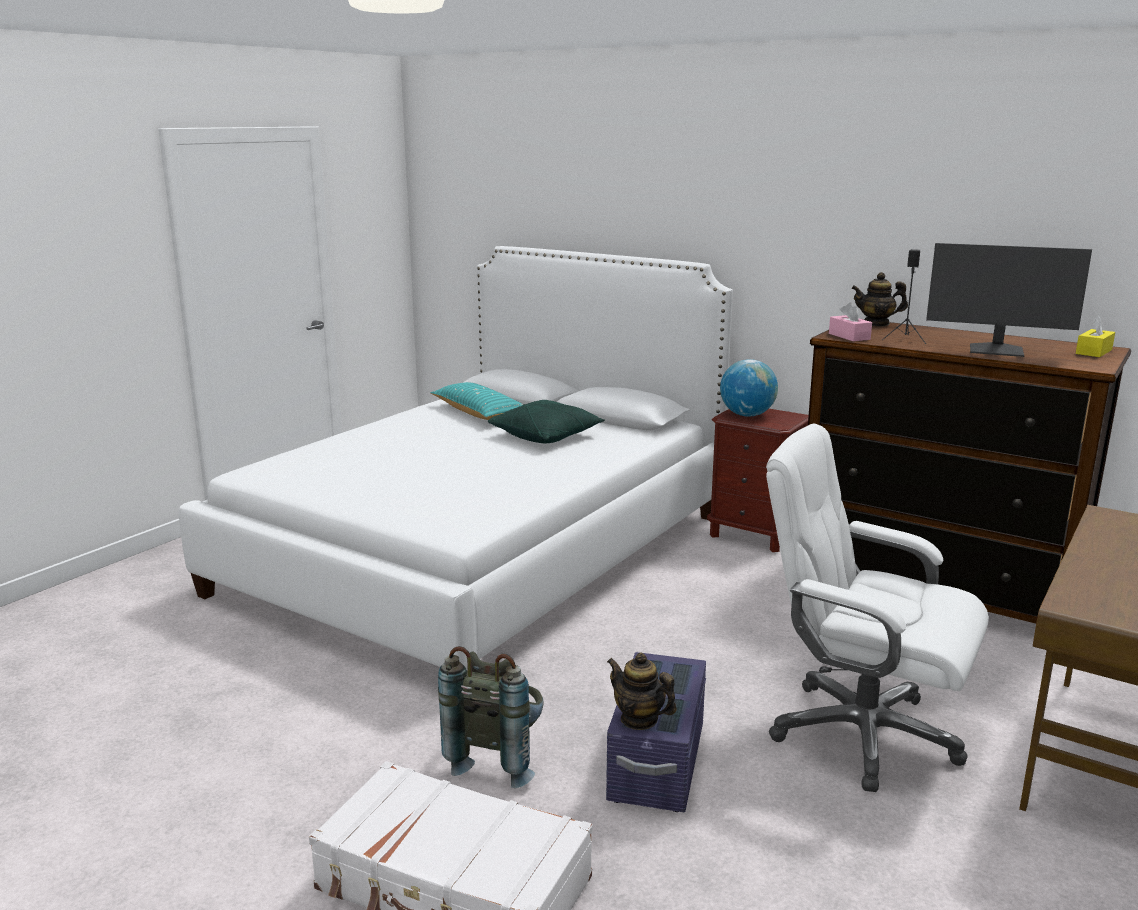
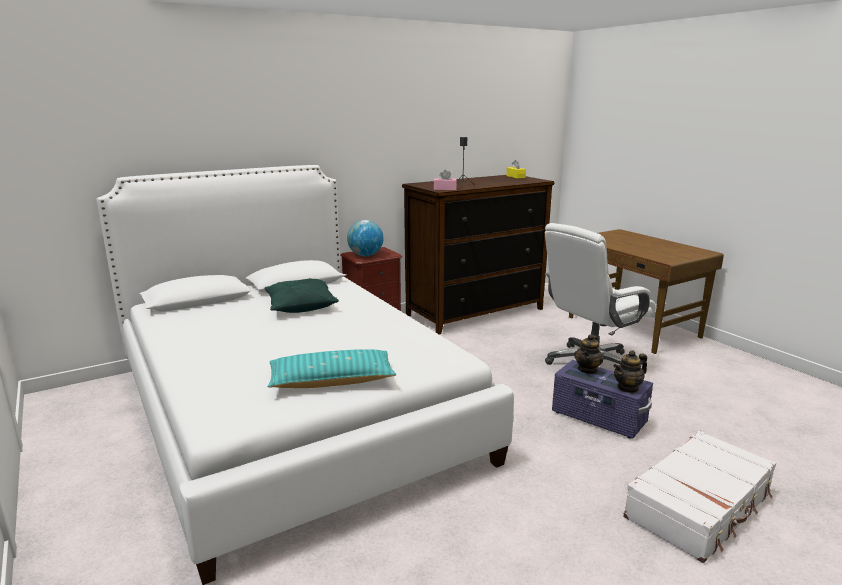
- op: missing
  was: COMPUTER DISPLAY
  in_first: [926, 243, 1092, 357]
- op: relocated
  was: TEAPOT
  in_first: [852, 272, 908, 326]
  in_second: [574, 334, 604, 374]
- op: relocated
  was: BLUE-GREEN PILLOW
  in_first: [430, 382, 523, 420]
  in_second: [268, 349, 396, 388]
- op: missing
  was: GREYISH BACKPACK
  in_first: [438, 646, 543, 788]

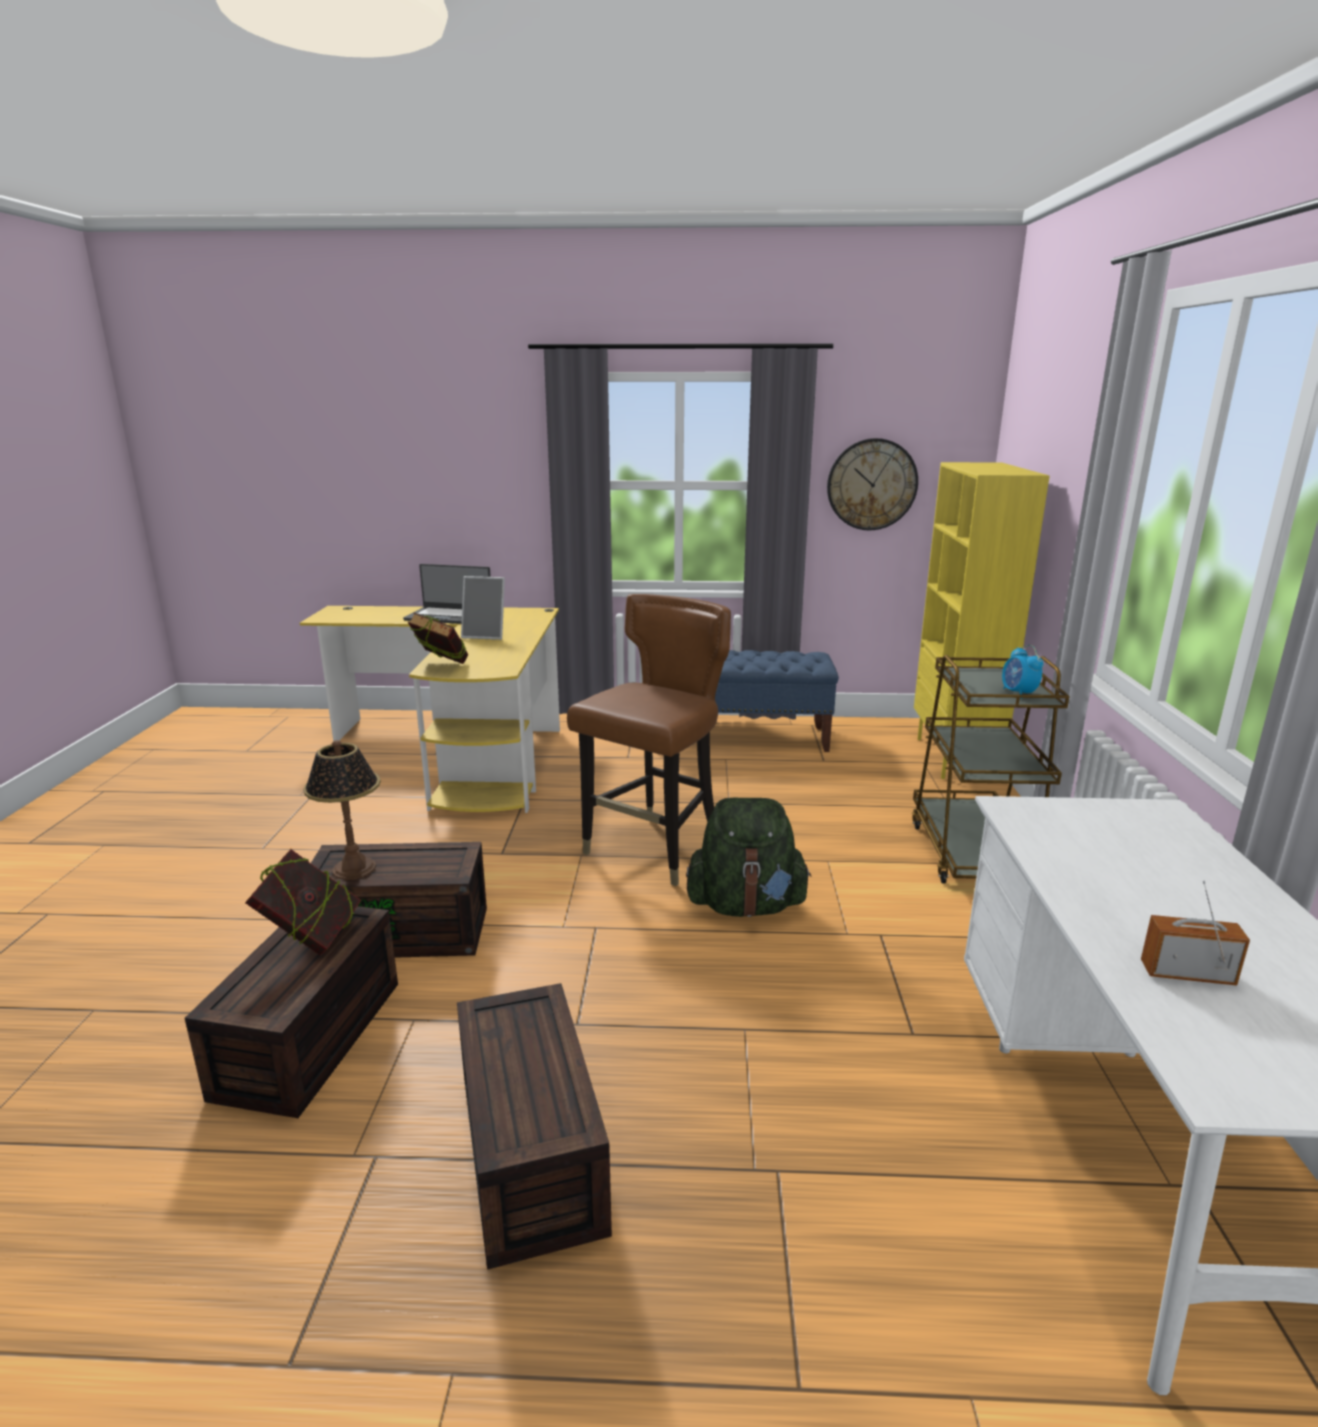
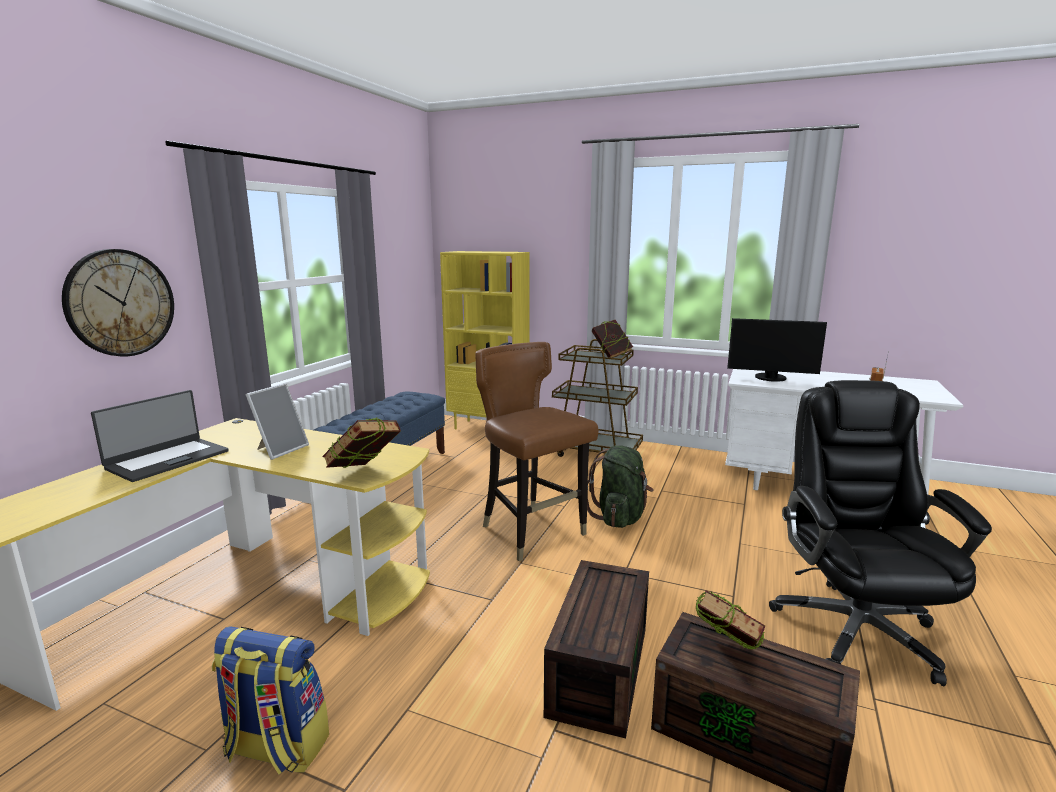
- op: relocated
  was: HANGING CLOCK
  in_first: [827, 438, 918, 530]
  in_second: [62, 249, 174, 356]
- op: exchanged
  was: BEDSIDE CLOCK
  now: BOOK
  in_first: [1002, 645, 1044, 699]
  in_second: [592, 320, 633, 358]
- op: missing
  was: LAMP FOR A TABLE
  in_first: [303, 740, 381, 880]
- op: exchanged
  was: BROWNISH STORAGE BIN
  now: BLACKISH DESK CHAIR
  in_first: [457, 983, 612, 1270]
  in_second: [769, 380, 992, 686]
- op: appeared
  now: COMPUTER DISPLAY
  in_second: [727, 318, 827, 382]
- op: appeared
  now: BACKPACK
  in_second: [212, 626, 329, 774]

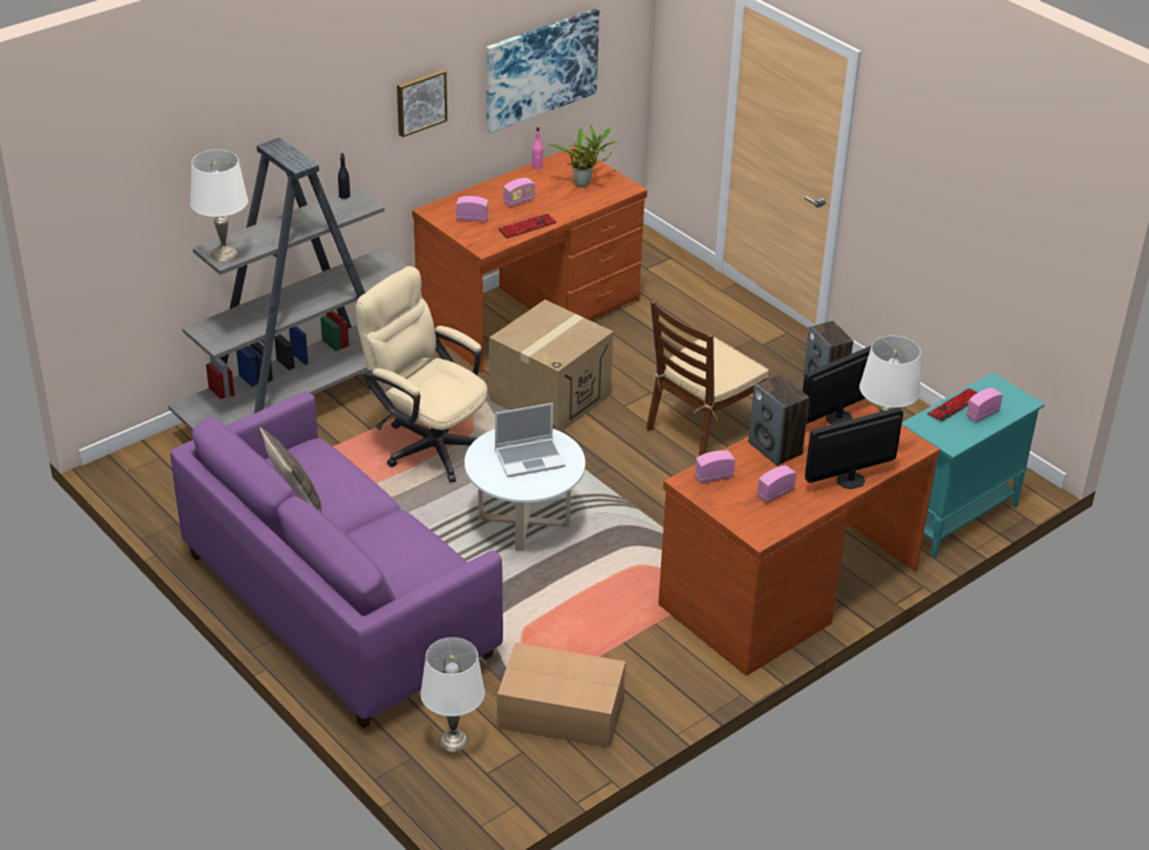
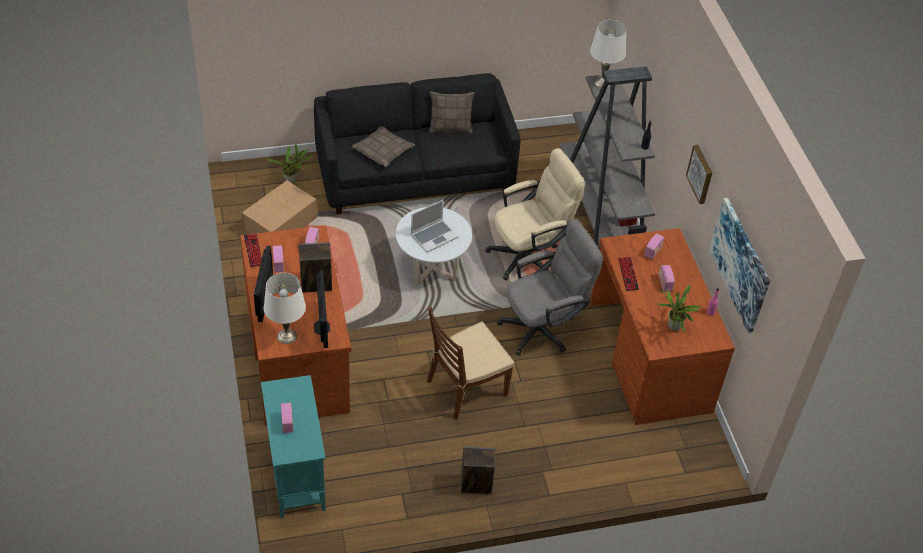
- op: exchanged
  was: CARDBOARD BOX
  now: GREYISH DESK CHAIR
  in_first: [489, 300, 613, 432]
  in_second: [497, 219, 603, 355]
- op: spun
  was: BROWNISH CHAIR
  in_first: [646, 300, 769, 456]
  in_second: [427, 307, 515, 420]
  clockwise: -105
- op: relocated
  was: PC KEYBOARD
  in_first: [927, 388, 978, 422]
  in_second: [244, 234, 262, 267]
- op: colour
  was: PURPLE-COLOURED SETTEE
  now: BLACKISH SETTEE
  in_first: [170, 392, 503, 729]
  in_second: [314, 73, 520, 215]
- op: spun
  was: NOTEBOOK COMPUTER
  in_first: [495, 403, 566, 477]
  in_second: [411, 200, 458, 252]
  clockwise: -135
- op: exchanged
  was: WHITE LAMP FOR A TABLE
  now: PLANT IN A POT
  in_first: [420, 637, 485, 752]
  in_second: [266, 144, 313, 184]
- op: appeared
  now: PILLOW
  in_second: [352, 127, 415, 167]

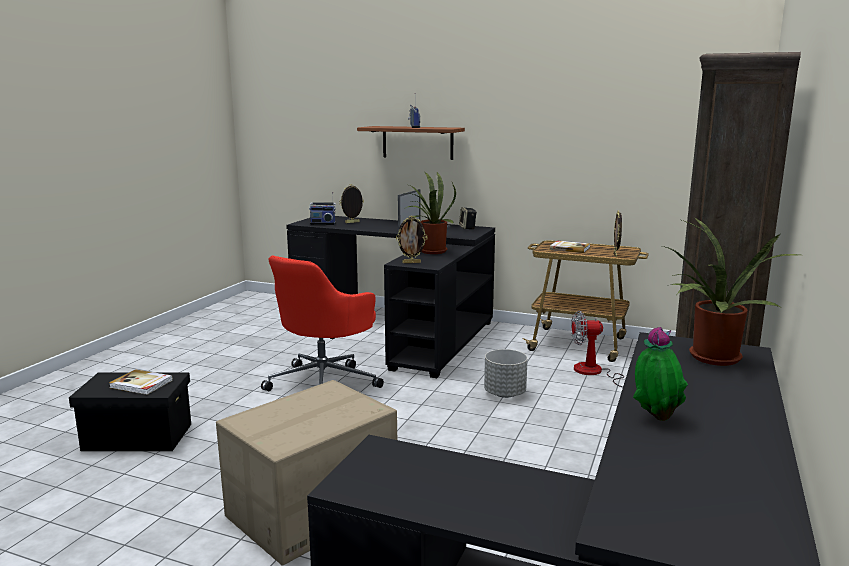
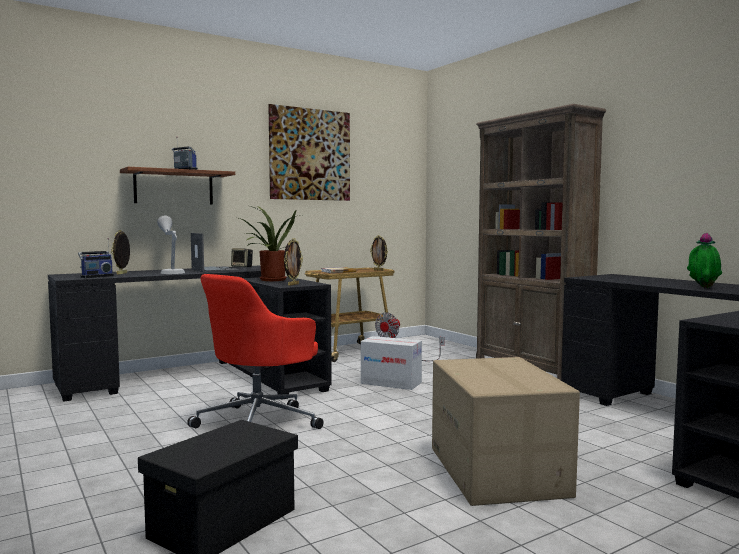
- op: missing
  was: PLANT IN A POT
  in_first: [662, 217, 799, 366]
- op: spun
  was: REDDISH DESK CHAIR
  in_first: [261, 256, 384, 391]
  in_second: [187, 274, 323, 429]
  clockwise: 60
- op: exchanged
  was: GREYISH FLOWER POT
  now: CARDBOARD BOX
  in_first: [484, 349, 528, 398]
  in_second: [361, 336, 422, 390]
- op: missing
  was: BOOK
  in_first: [109, 369, 173, 395]
- op: appeared
  now: WALL PICTURE
  in_second: [268, 104, 350, 201]
- op: appeared
  now: GREYISH LAMP FOR A TABLE
  in_second: [157, 215, 185, 274]

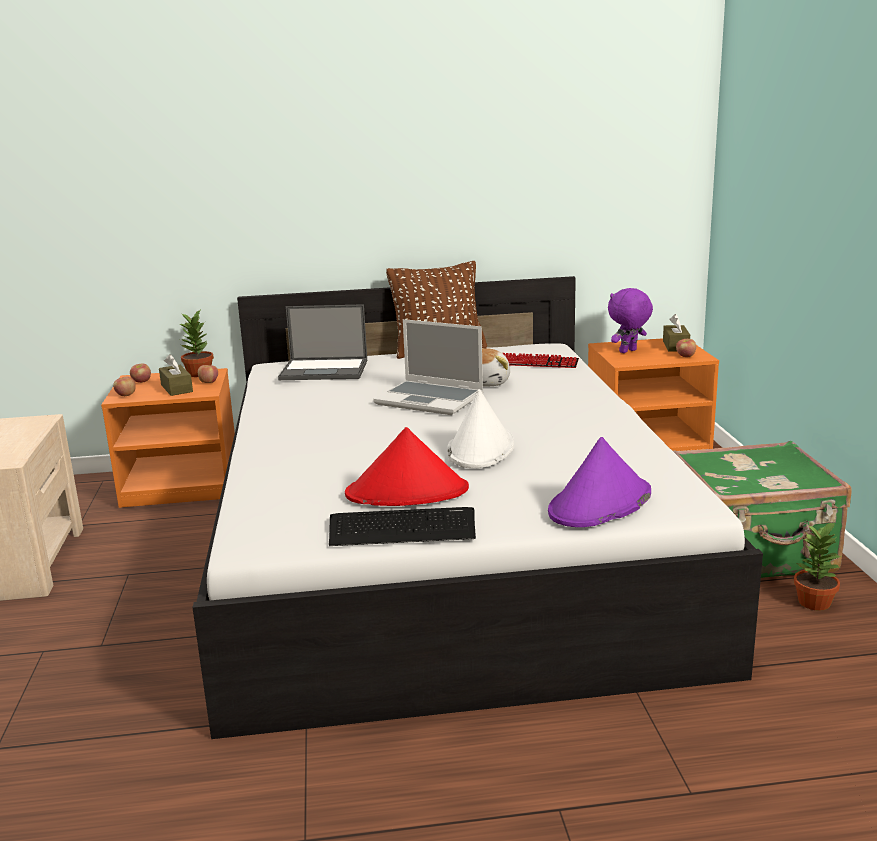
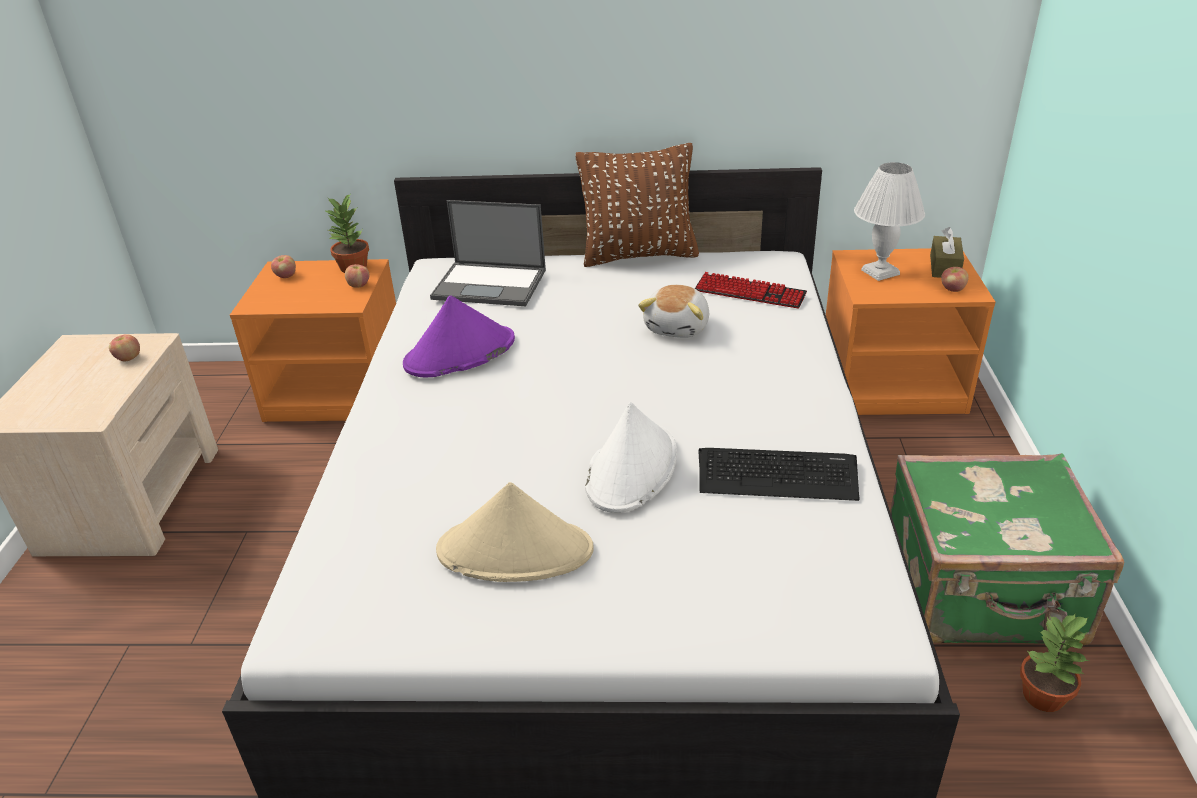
- op: exchanged
  was: PURPLE-COLOURED SOFT TOY
  now: WHITE LAMP FOR A TABLE
  in_first: [608, 288, 653, 353]
  in_second: [854, 162, 925, 281]
- op: missing
  was: NOTEBOOK COMPUTER
  in_first: [374, 319, 483, 415]
- op: missing
  was: BROWNISH TISSUE BOX
  in_first: [159, 354, 193, 396]
- op: relocated
  was: APPLE FRUIT
  in_first: [113, 377, 136, 396]
  in_second: [109, 334, 140, 362]
- op: colour
  was: REDDISH HAT
  now: BEIGE HAT
  in_first: [345, 427, 469, 506]
  in_second: [436, 482, 594, 582]
- op: relocated
  was: PURPLE-COLOURED HAT
  in_first: [548, 437, 651, 527]
  in_second: [403, 296, 515, 377]
- op: relocated
  was: PC KEYBOARD
  in_first: [329, 507, 476, 546]
  in_second: [699, 448, 859, 501]

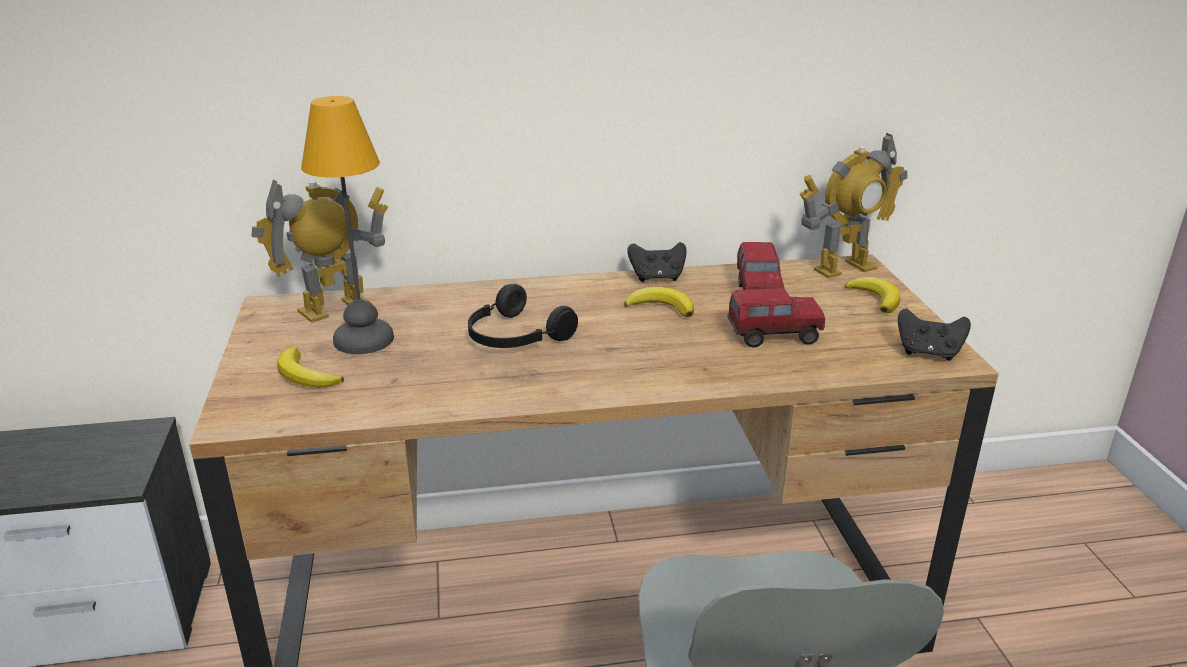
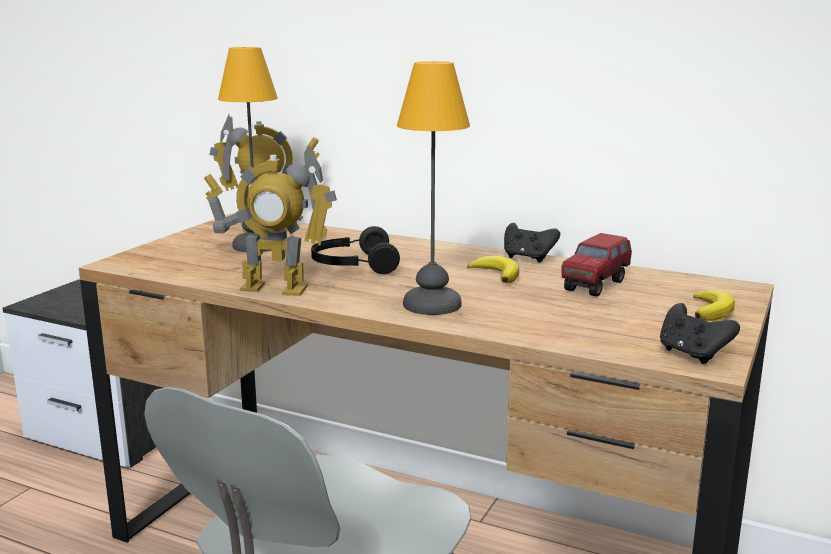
- op: relocated
  was: MODEL ROBOT
  in_first: [800, 133, 907, 278]
  in_second: [204, 146, 337, 296]
- op: missing
  was: MODEL TRUCK
  in_first: [728, 288, 825, 348]
- op: missing
  was: WHOLE BANANA
  in_first: [277, 348, 344, 388]
- op: appeared
  now: LAMP FOR A TABLE
  in_second: [397, 61, 470, 315]

